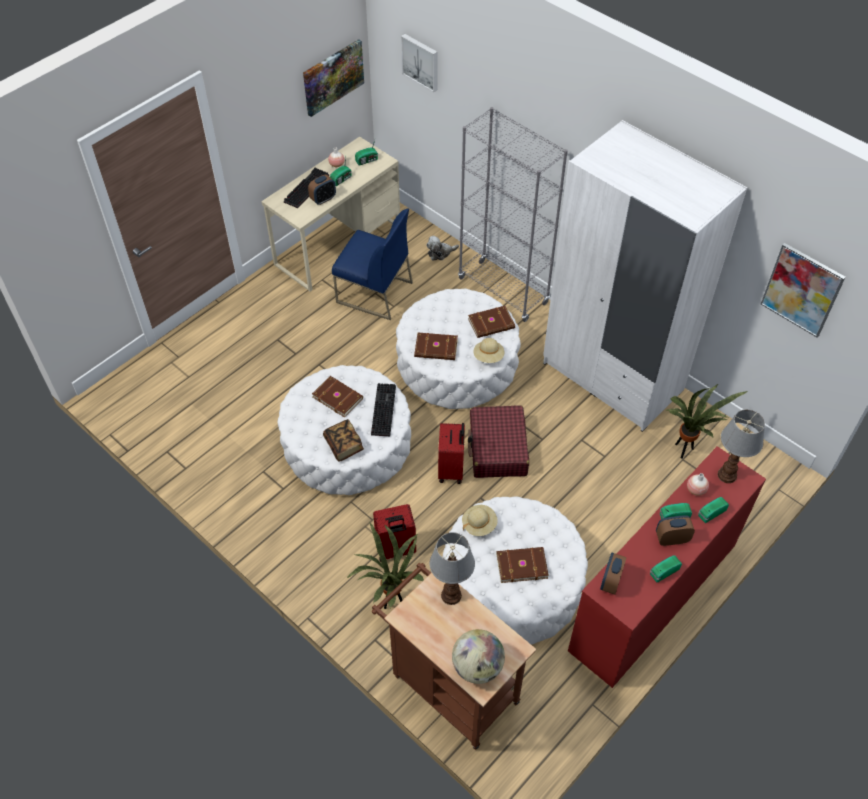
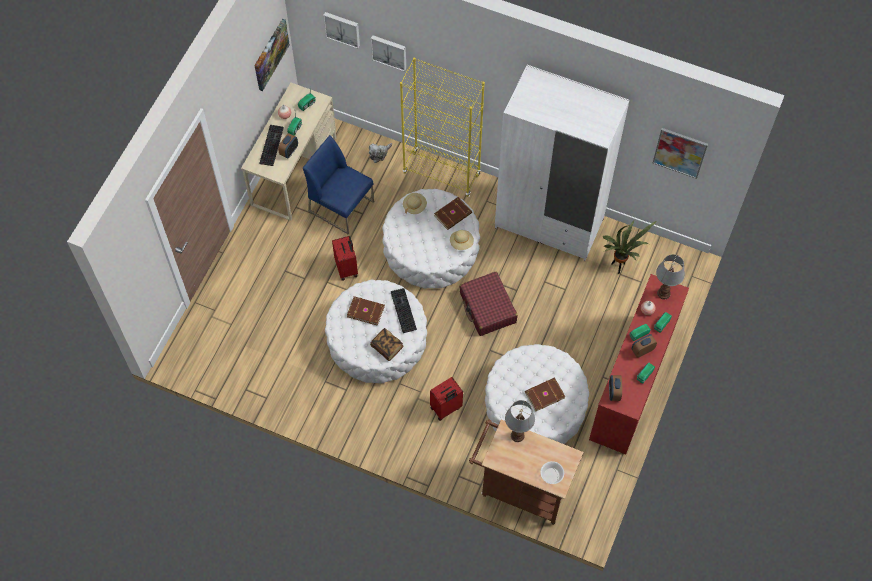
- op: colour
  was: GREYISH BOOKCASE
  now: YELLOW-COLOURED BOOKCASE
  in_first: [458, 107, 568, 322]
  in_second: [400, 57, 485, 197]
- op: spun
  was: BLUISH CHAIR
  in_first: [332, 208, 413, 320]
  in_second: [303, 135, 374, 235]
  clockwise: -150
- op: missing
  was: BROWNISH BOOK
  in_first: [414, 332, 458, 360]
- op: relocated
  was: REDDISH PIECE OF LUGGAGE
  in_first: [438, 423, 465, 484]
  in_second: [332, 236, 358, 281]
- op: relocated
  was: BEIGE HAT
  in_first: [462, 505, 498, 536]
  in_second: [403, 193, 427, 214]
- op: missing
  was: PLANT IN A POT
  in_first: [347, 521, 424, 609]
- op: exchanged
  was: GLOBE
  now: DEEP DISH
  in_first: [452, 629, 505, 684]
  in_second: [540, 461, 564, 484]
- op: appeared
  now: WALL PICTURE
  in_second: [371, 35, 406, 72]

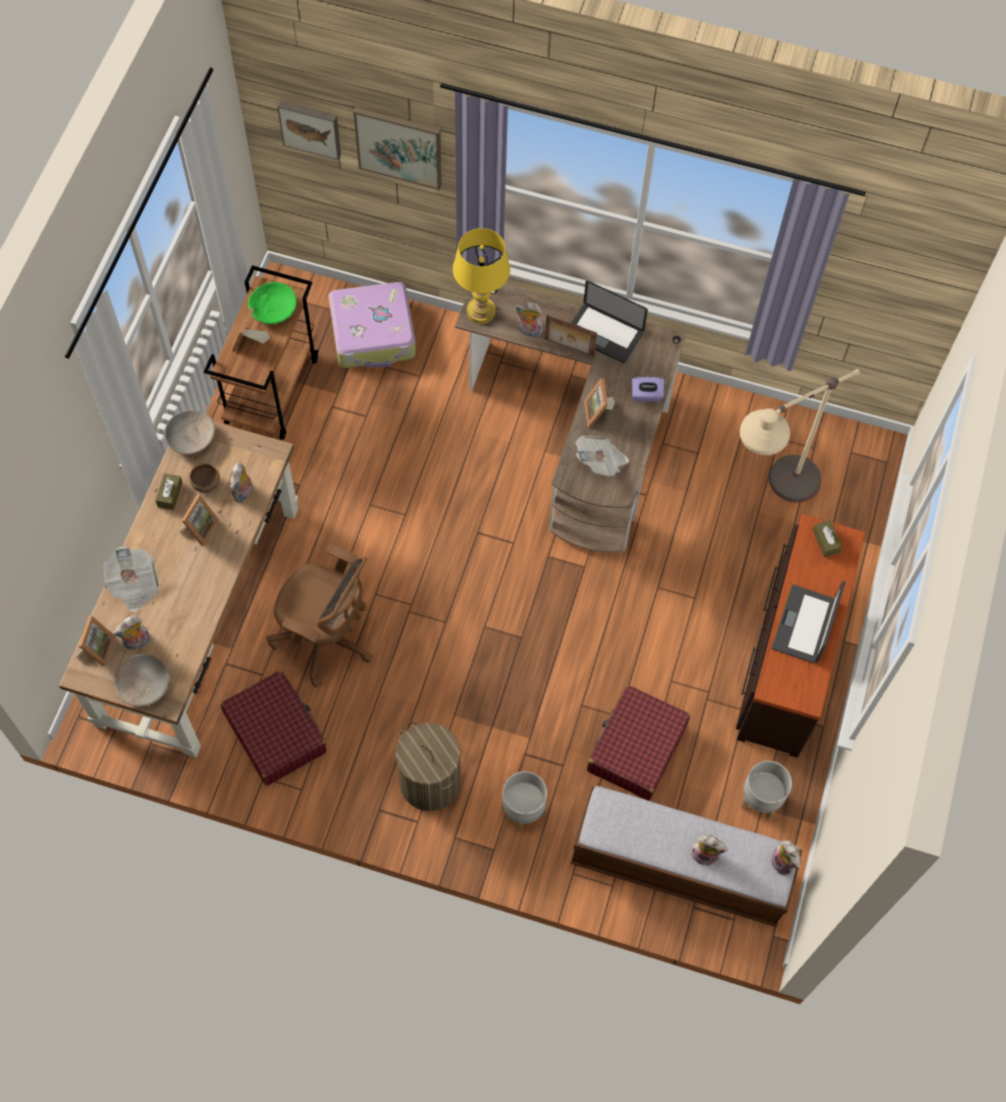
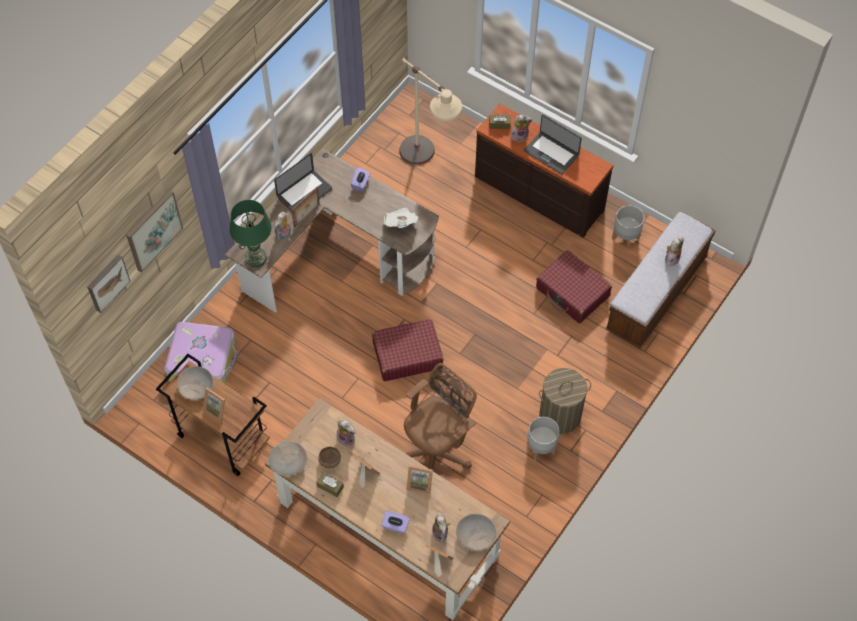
- op: colour
  was: YELLOW-COLOURED LAMP FOR A TABLE
  now: GREEN LAMP FOR A TABLE
  in_first: [453, 228, 510, 324]
  in_second: [230, 200, 272, 267]
- op: colour
  was: GREEN DEEP DISH
  now: BEIGE DEEP DISH
  in_first: [248, 282, 297, 324]
  in_second: [177, 366, 214, 400]
- op: relocated
  was: STANDING FRAME
  in_first: [584, 378, 615, 427]
  in_second: [407, 465, 433, 495]
- op: exchanged
  was: DAILY PAPER
  now: PURPLE-COLOURED TISSUE BOX
  in_first: [103, 546, 160, 612]
  in_second: [381, 511, 410, 534]
- op: relocated
  was: REDDISH PIECE OF LUGGAGE
  in_first: [221, 671, 327, 786]
  in_second: [372, 319, 443, 381]
- op: relocated
  was: GREYISH FLOWER POT
  in_first: [502, 771, 547, 832]
  in_second: [527, 417, 559, 461]
- op: relocated
  was: SOFT TOY
  in_first: [771, 840, 801, 876]
  in_second: [511, 115, 533, 142]

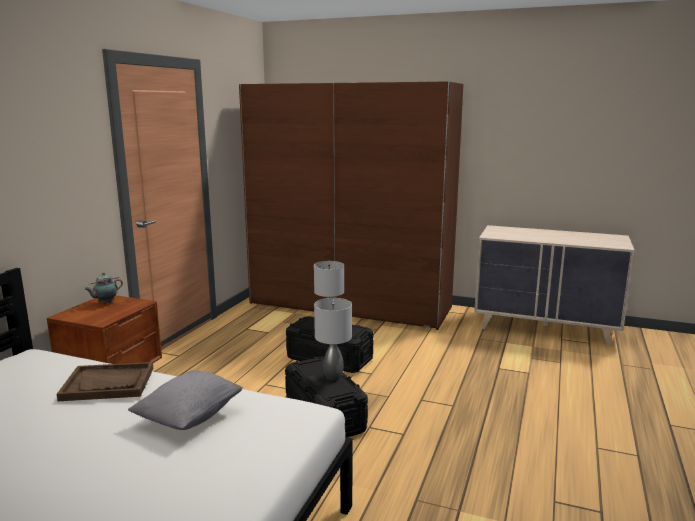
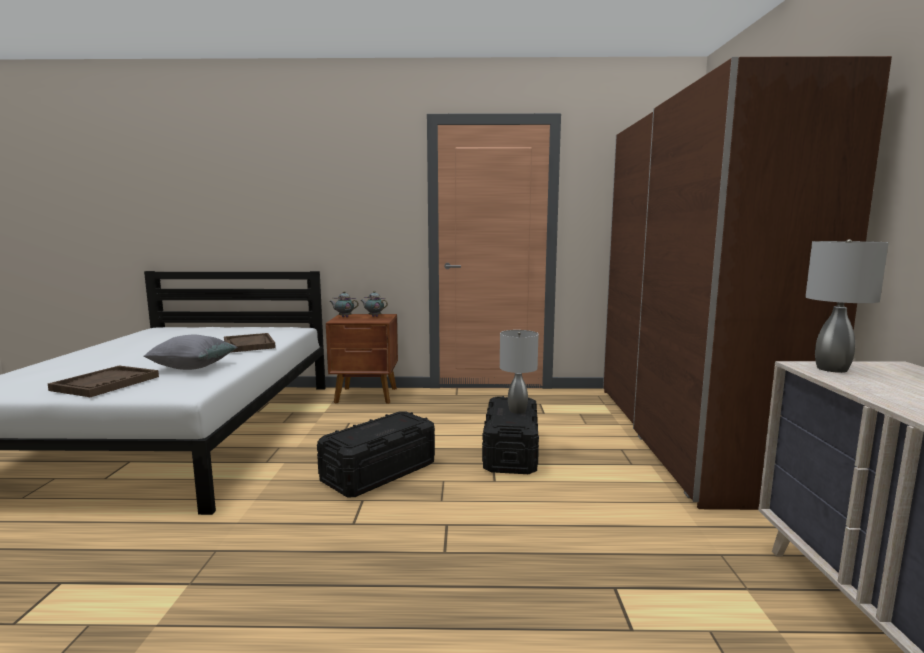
- op: relocated
  was: GREYISH LAMP FOR A TABLE
  in_first: [314, 298, 352, 381]
  in_second: [805, 239, 889, 373]
- op: appeared
  now: TEAPOT
  in_second: [329, 291, 359, 317]
- op: appeared
  now: BROWNISH CARRYING TRAY
  in_second: [48, 365, 159, 397]

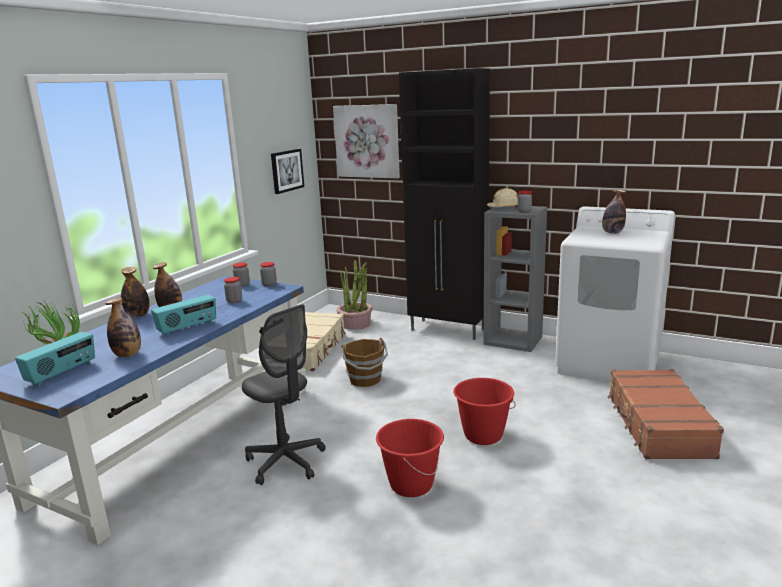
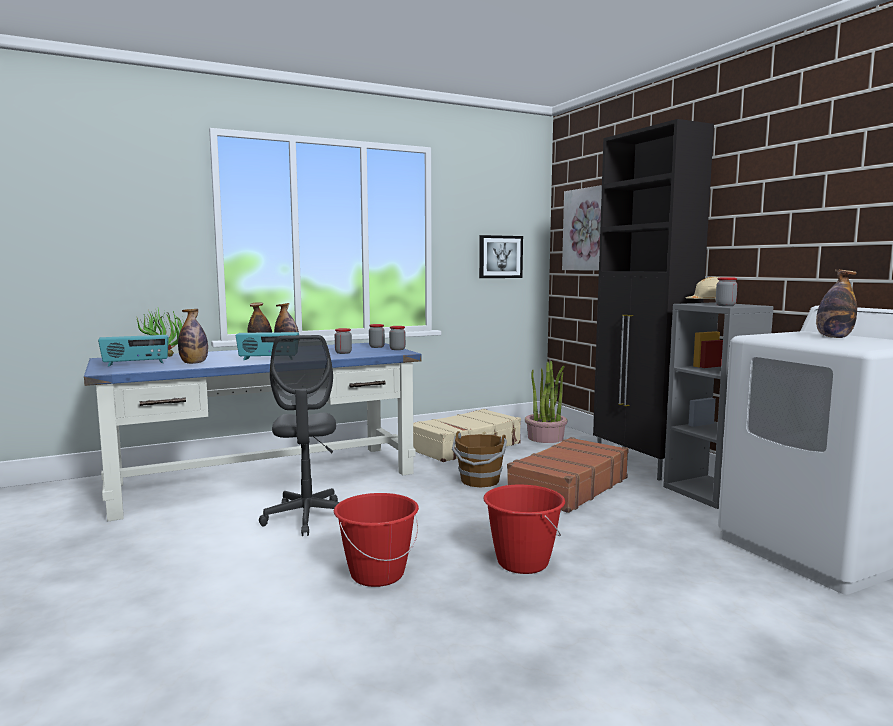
- op: relocated
  was: BROWNISH PIECE OF LUGGAGE
  in_first: [608, 369, 724, 459]
  in_second: [507, 437, 629, 513]

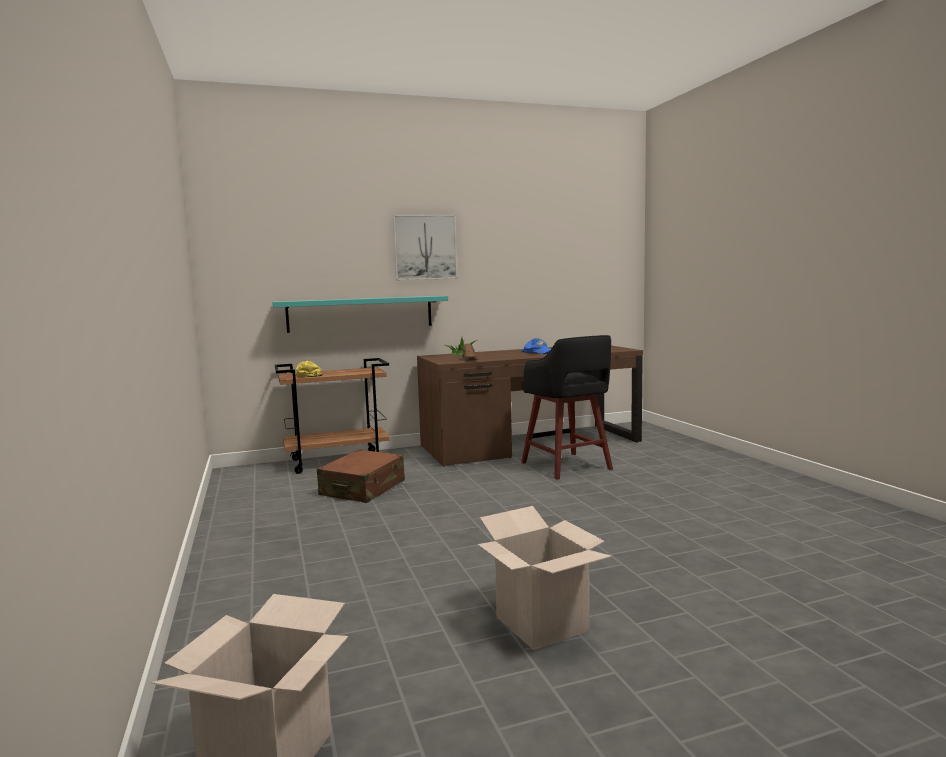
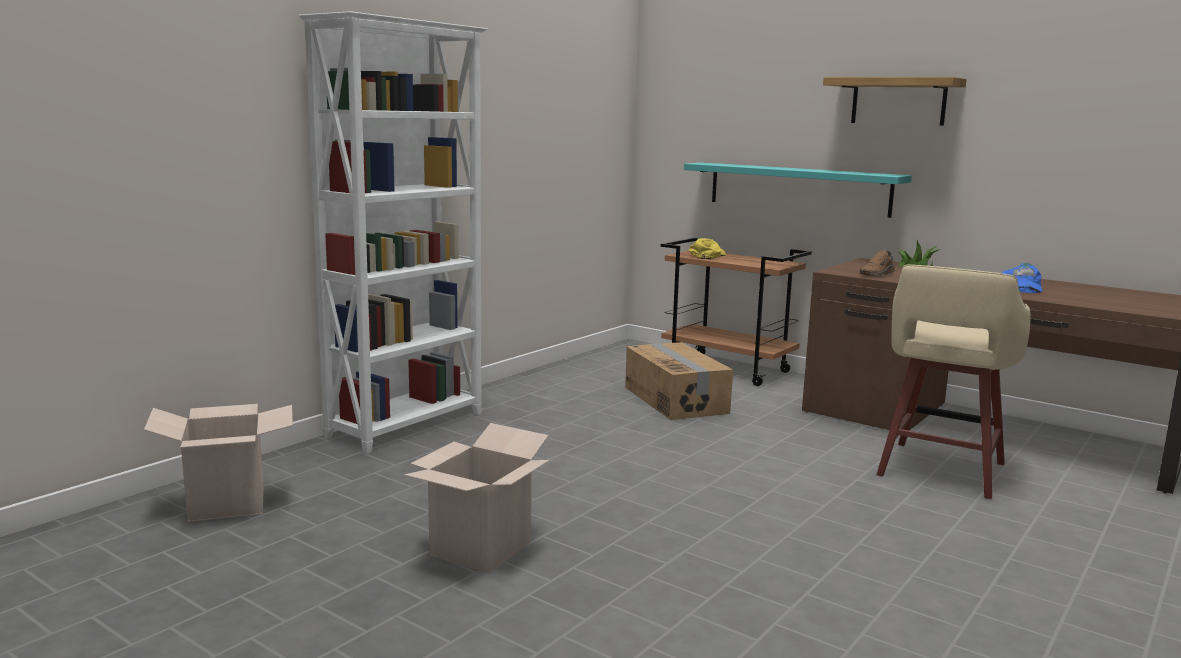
- op: exchanged
  was: WALL PICTURE
  now: BRACKET SHELF
  in_first: [393, 214, 458, 280]
  in_second: [823, 77, 967, 126]
- op: colour
  was: BLACKISH STOOL SEAT
  now: BEIGE STOOL SEAT
  in_first: [521, 335, 613, 480]
  in_second: [876, 265, 1031, 499]
- op: exchanged
  was: BROWNISH PIECE OF LUGGAGE
  now: CARDBOARD BOX
  in_first: [317, 450, 405, 503]
  in_second: [625, 342, 733, 420]
- op: appeared
  now: WHITE BOOKCASE
  in_second: [299, 11, 488, 454]

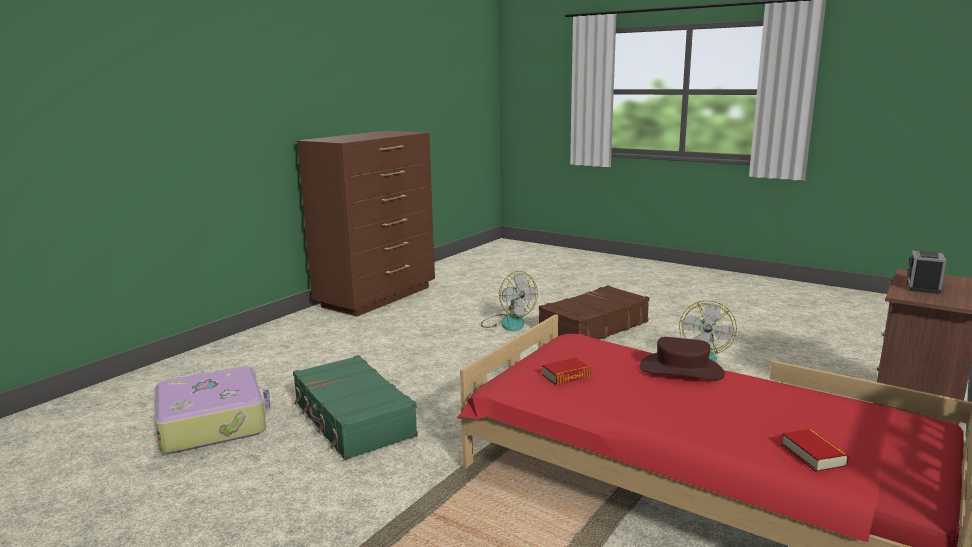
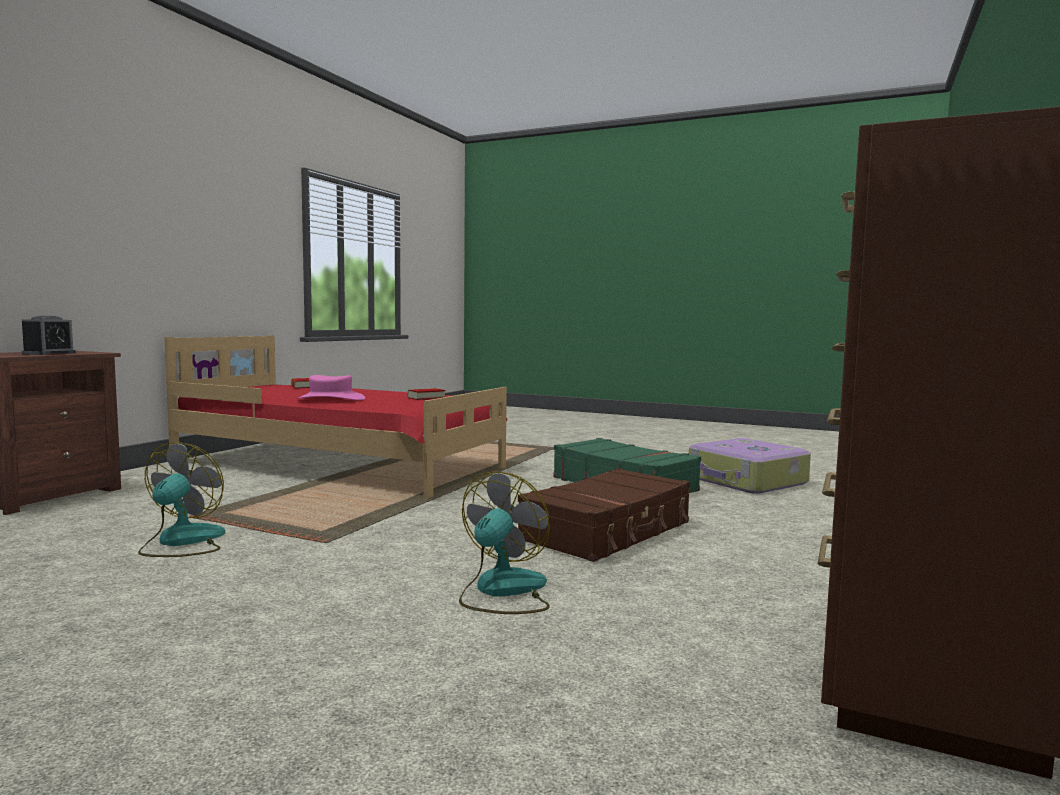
- op: spun
  was: FAN
  in_first: [481, 271, 538, 331]
  in_second: [459, 471, 550, 614]
  clockwise: 75
- op: relocated
  was: BROWNISH PIECE OF LUGGAGE
  in_first: [539, 285, 649, 339]
  in_second: [518, 468, 690, 562]
- op: colour
  was: BROWNISH HAT
  now: PINKISH HAT
  in_first: [640, 337, 725, 380]
  in_second: [297, 375, 365, 400]

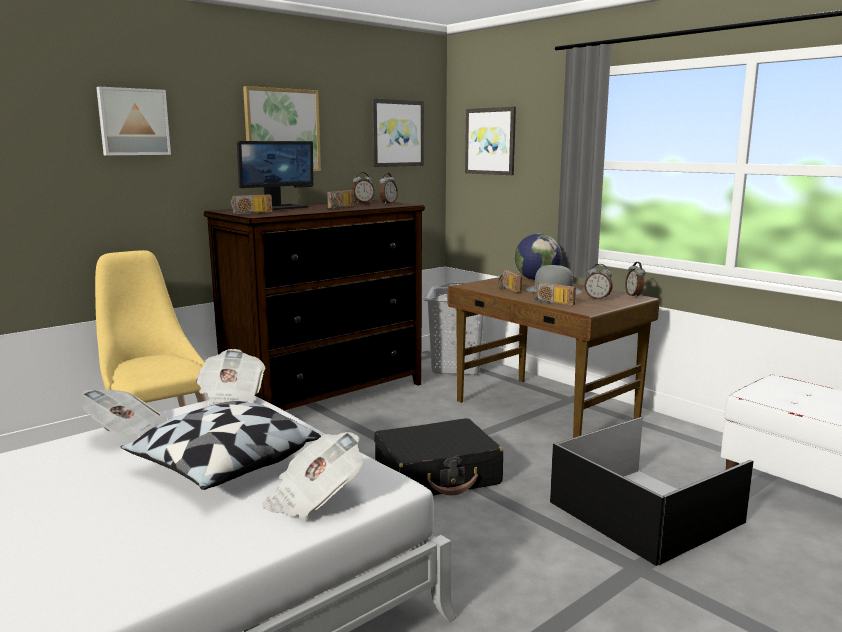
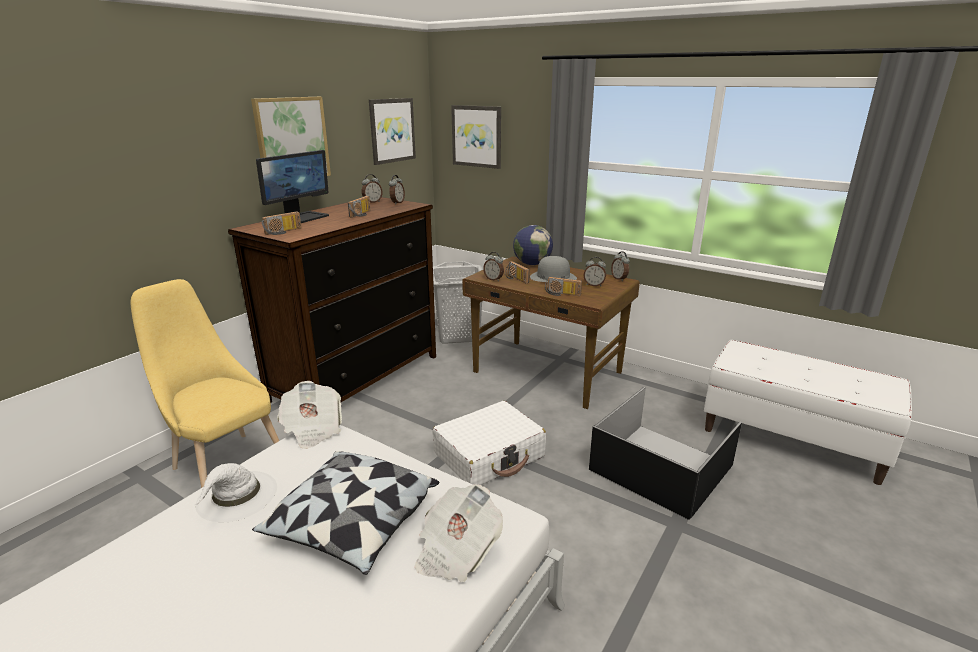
- op: missing
  was: WALL PICTURE
  in_first: [96, 87, 171, 155]
- op: exchanged
  was: DAILY PAPER
  now: WHITE HAT
  in_first: [82, 390, 167, 437]
  in_second: [195, 463, 277, 522]
- op: colour
  was: BLACKISH PIECE OF LUGGAGE
  now: WHITE PIECE OF LUGGAGE
  in_first: [374, 418, 503, 496]
  in_second: [433, 401, 546, 485]
- op: appeared
  now: BEDSIDE CLOCK
  in_second: [483, 252, 504, 281]

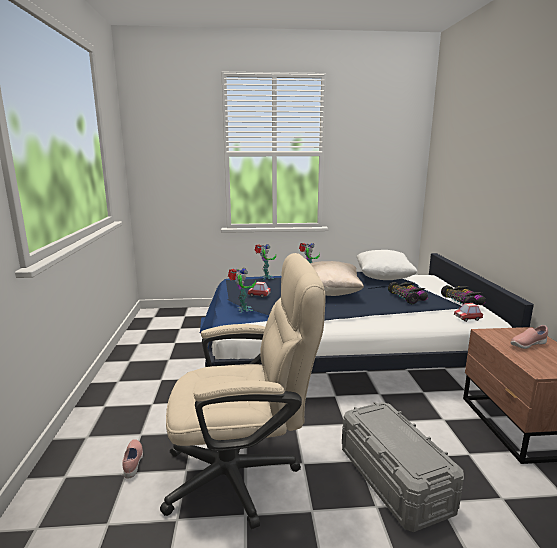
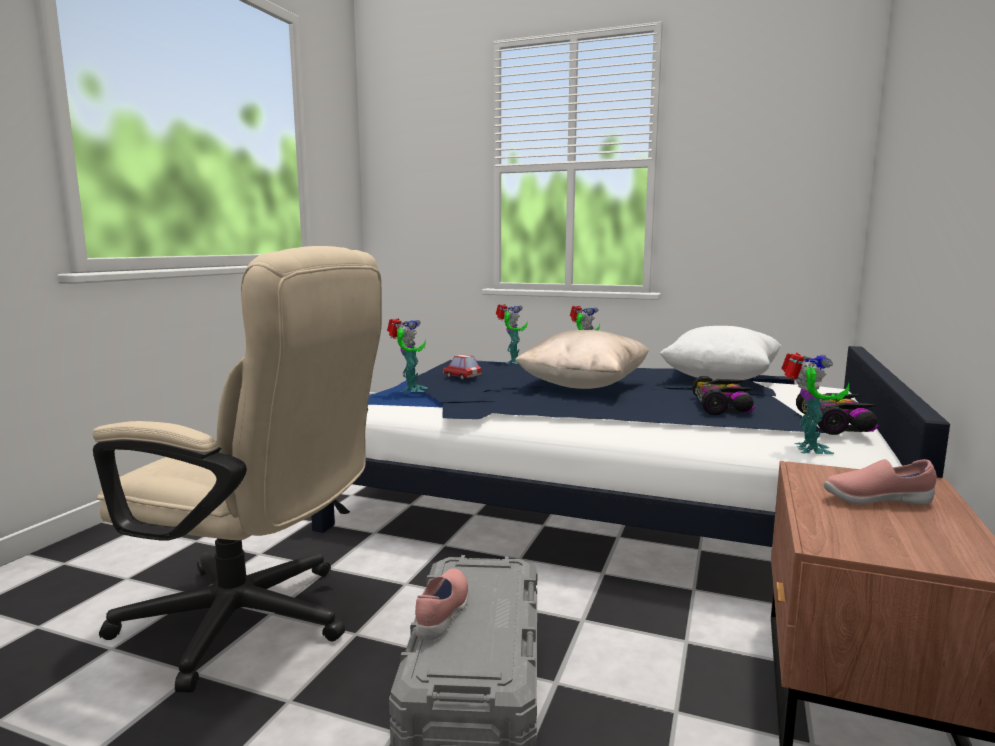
- op: exchanged
  was: MODEL CAR
  now: MODEL ROBOT
  in_first: [454, 303, 483, 322]
  in_second: [781, 353, 849, 454]
- op: relocated
  was: PINKISH ITEM OF FOOTWEAR
  in_first: [122, 439, 143, 479]
  in_second: [415, 568, 469, 641]

